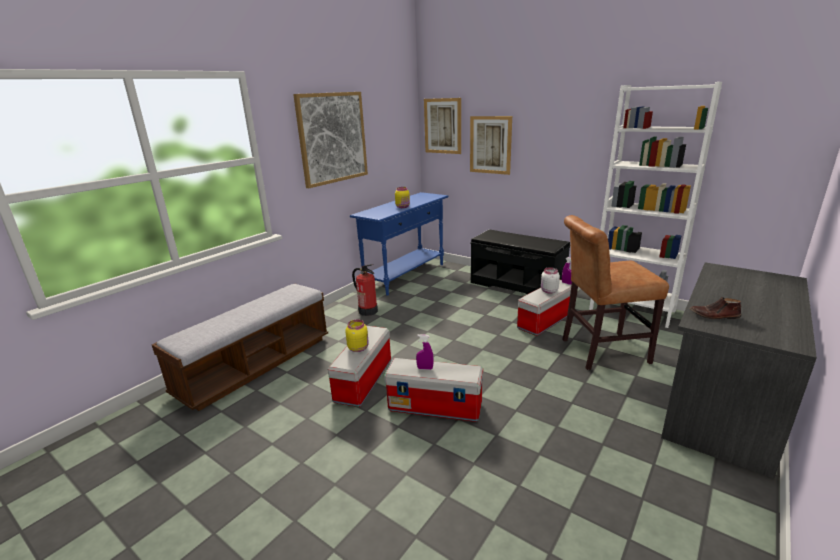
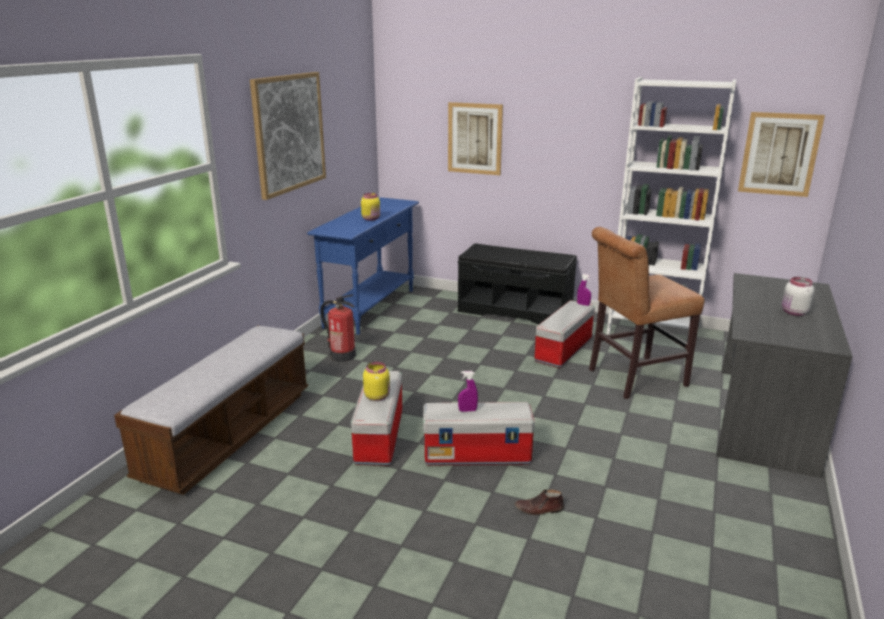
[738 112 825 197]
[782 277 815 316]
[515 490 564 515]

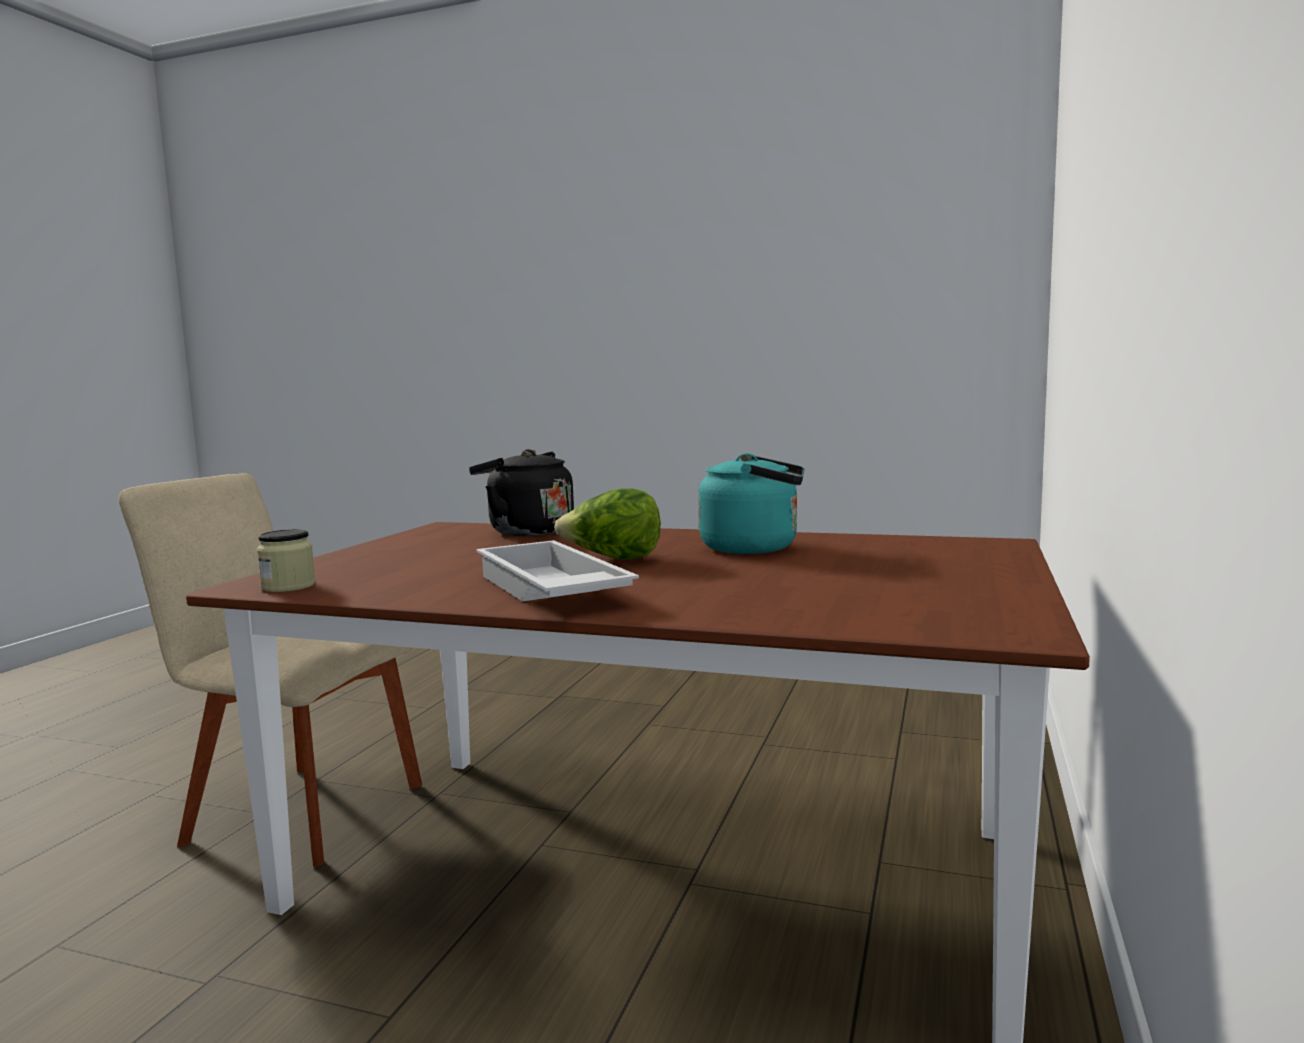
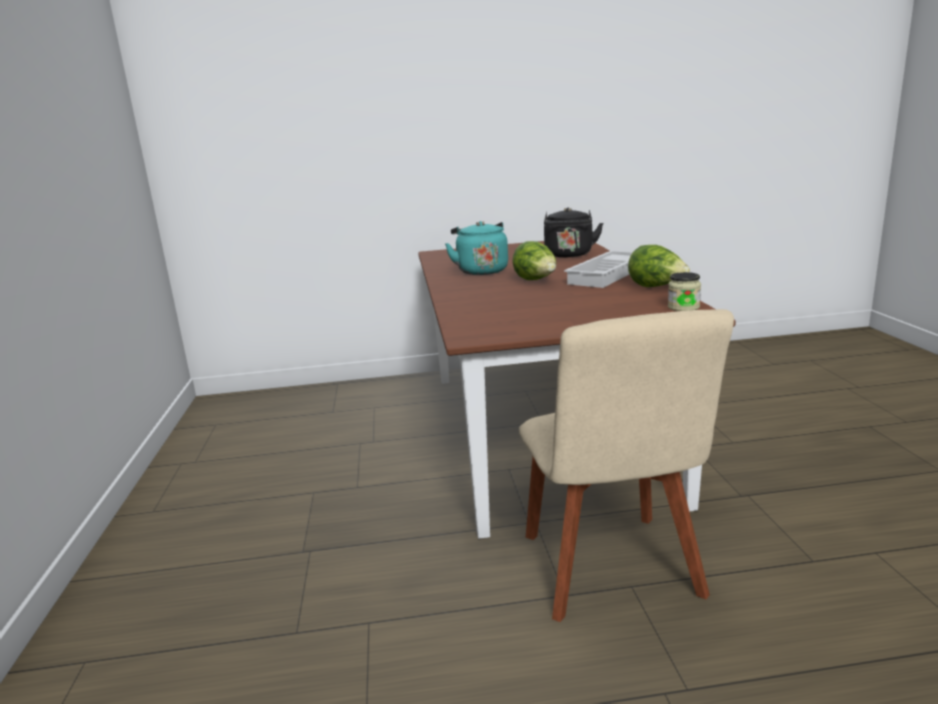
[628 245 690 287]
[544 208 603 257]

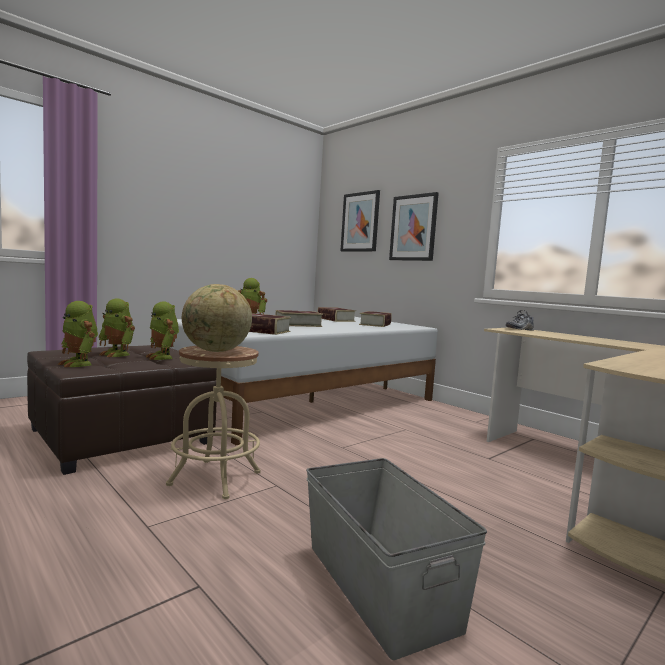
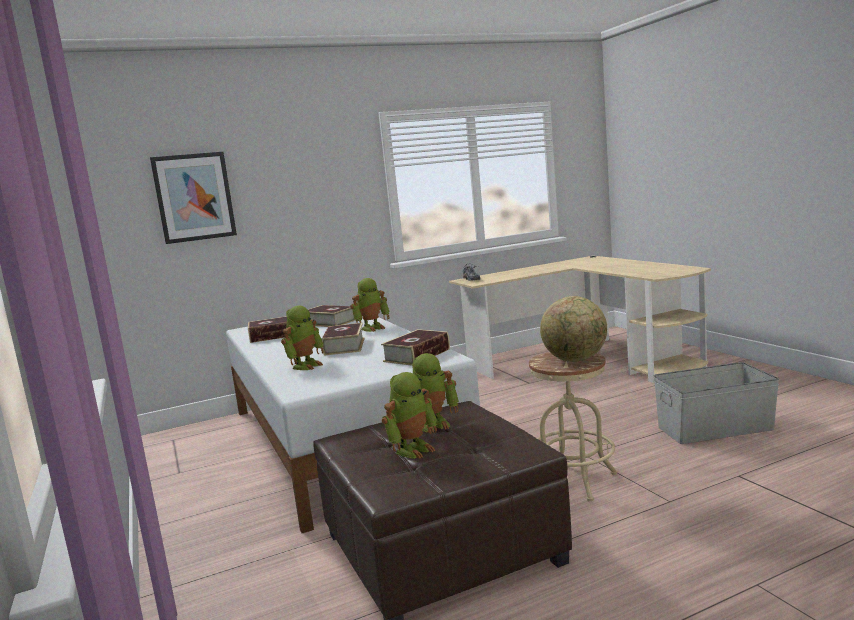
[389 192 439 261] (first image)
[350 278 390 332]

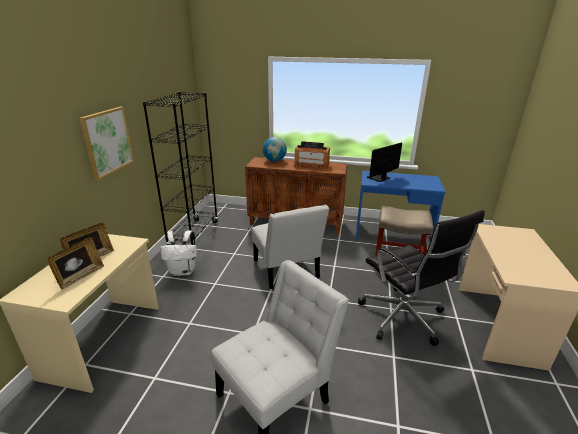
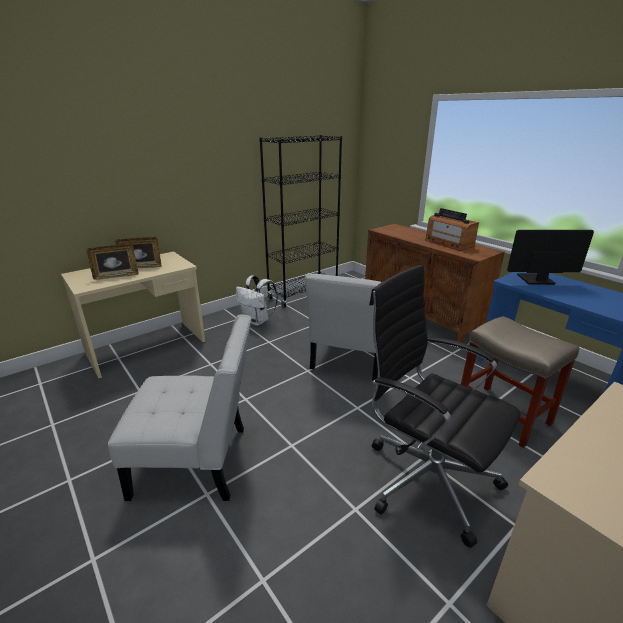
[79 107 134 180] (first image)
[263 137 287 162] (first image)
[369 265 521 548]

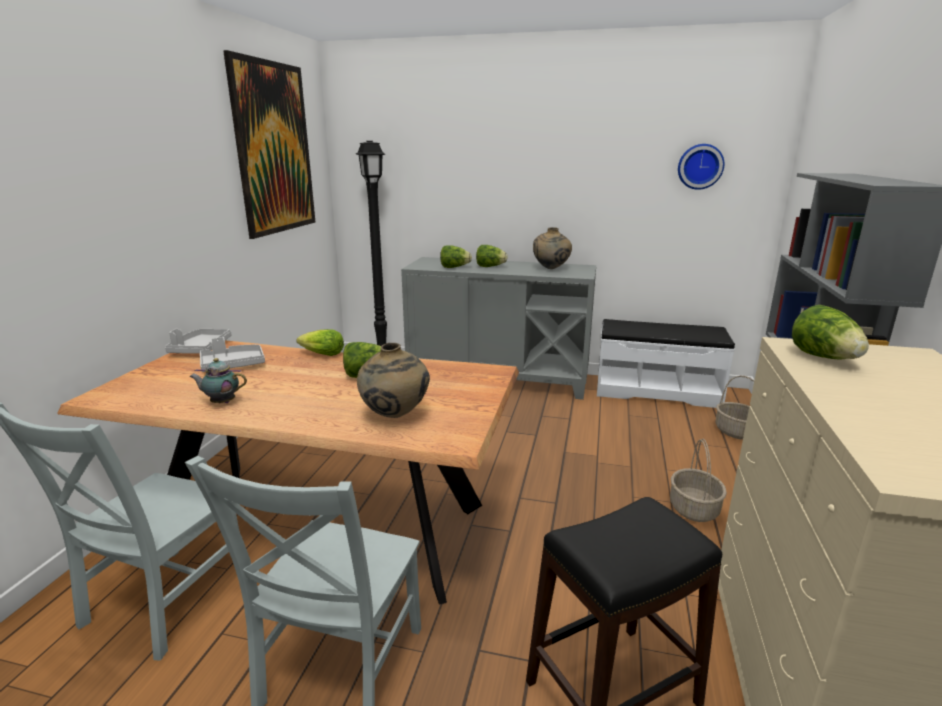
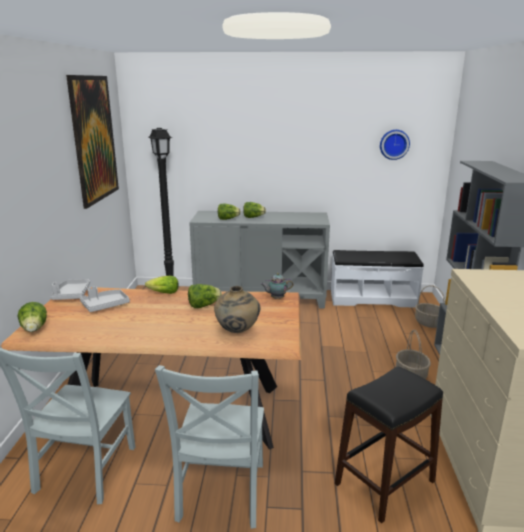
[533 227 572 269] (first image)
[261 273 294 299]
[18 302 47 332]

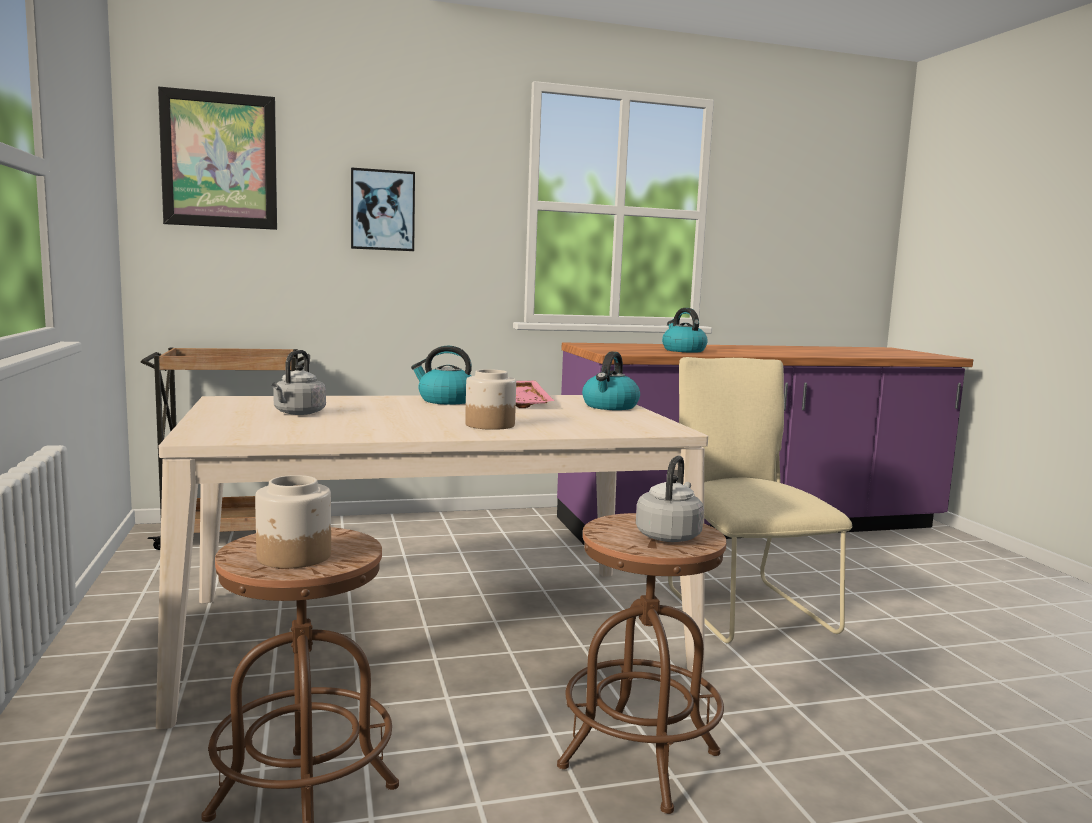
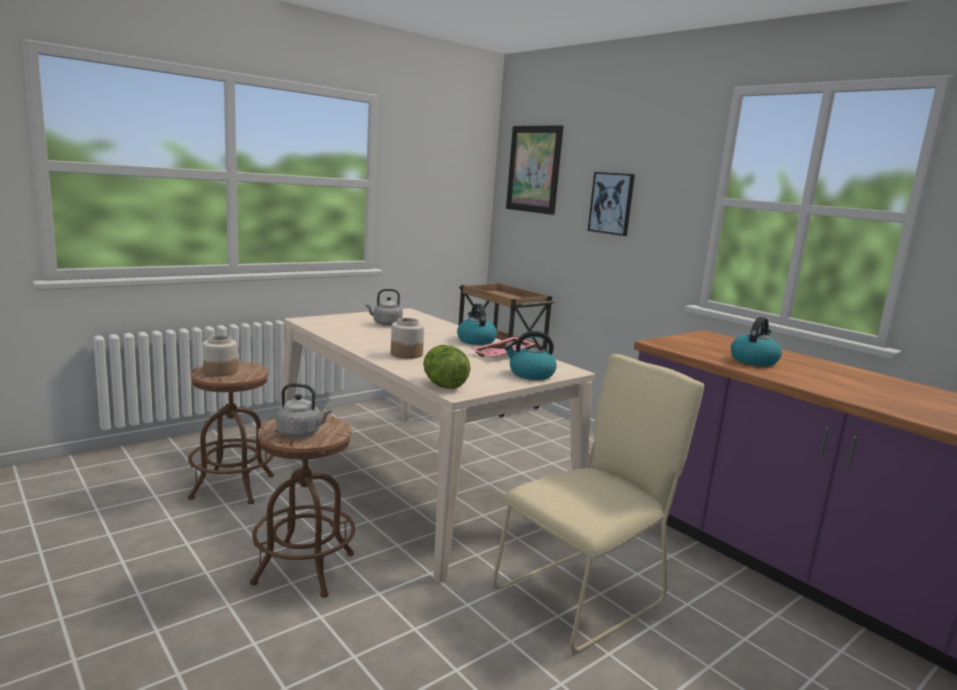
[423 345 470 389]

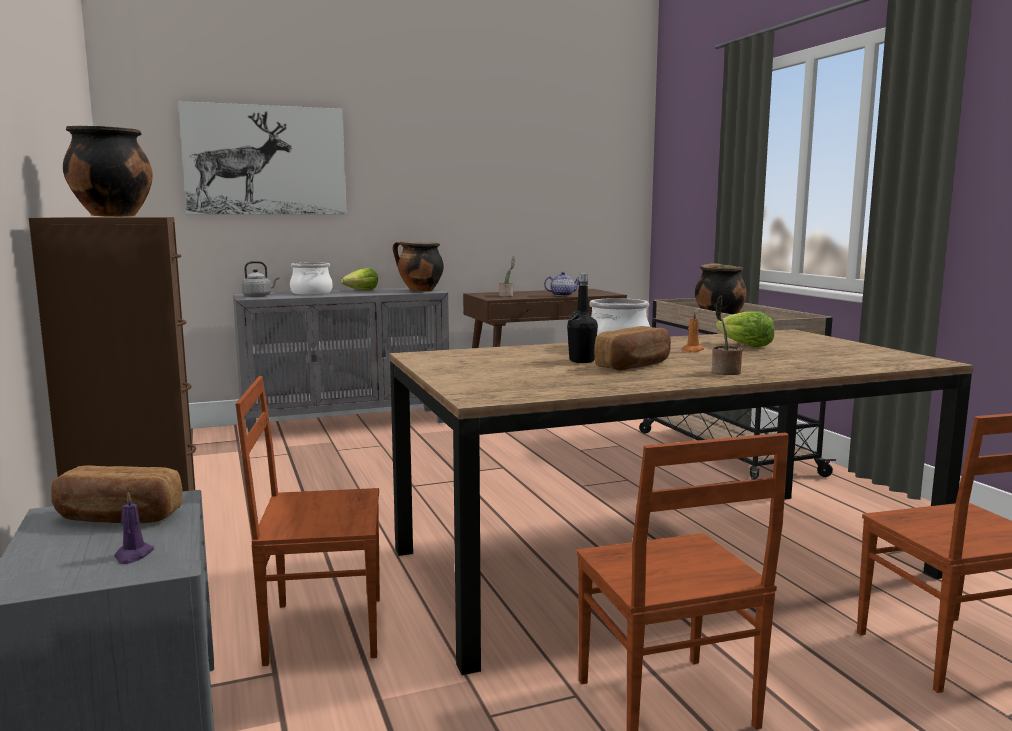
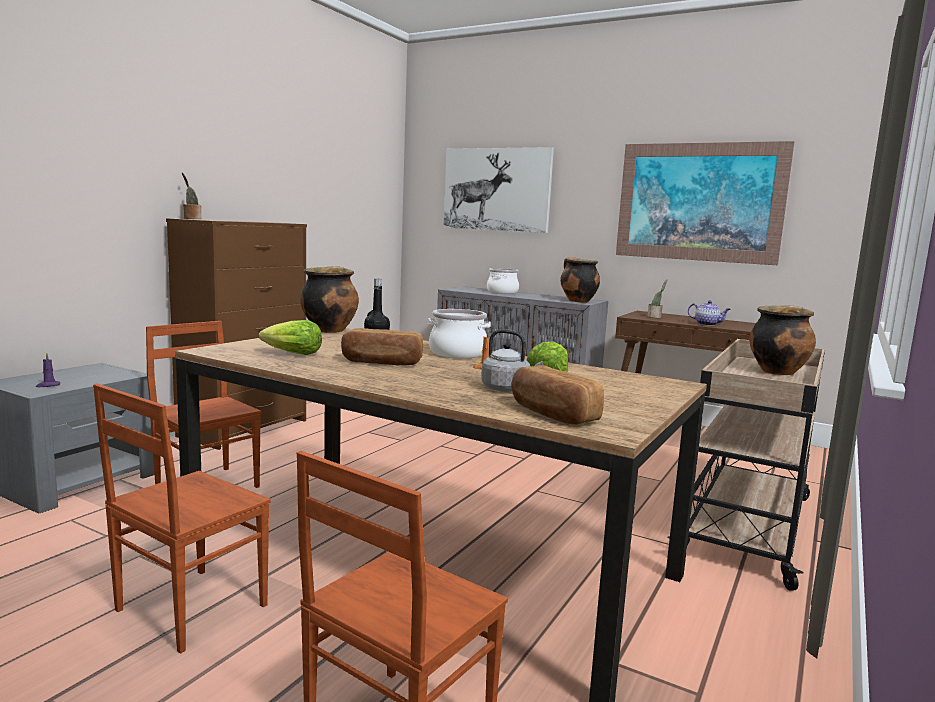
[616 141 794 265]
[511 365 604 425]
[300 266 359 333]
[481 329 543 392]
[259 320 322 355]
[182 173 201 219]

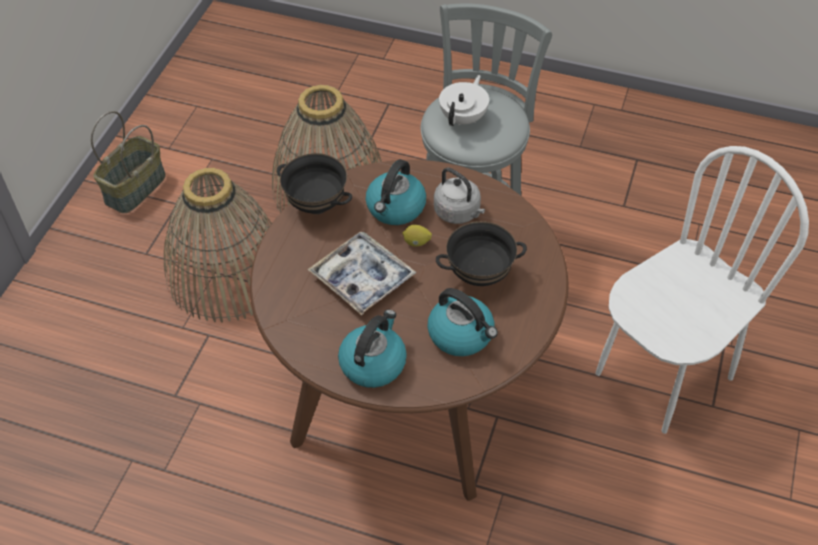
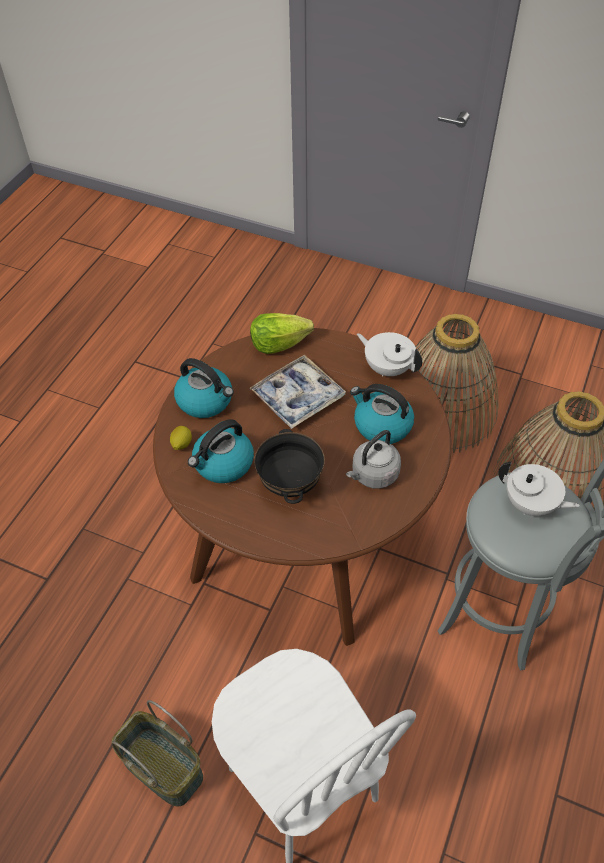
[250 313 314 354]
[111 700 203 807]
[170 426 192 450]
[357 332 422 376]

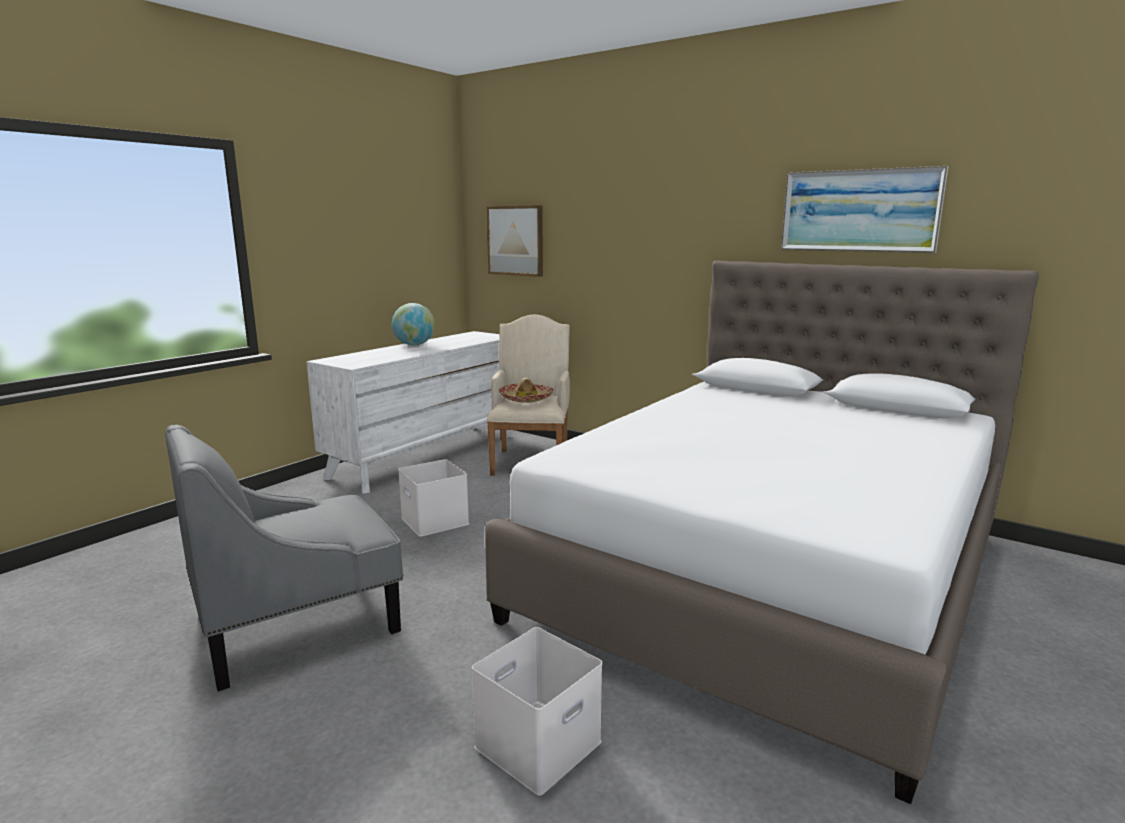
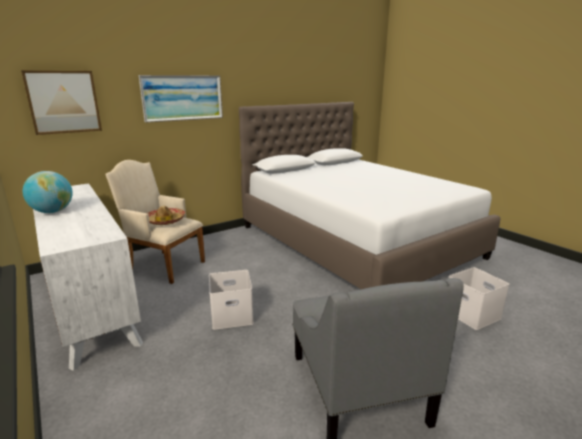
[138 75 223 123]

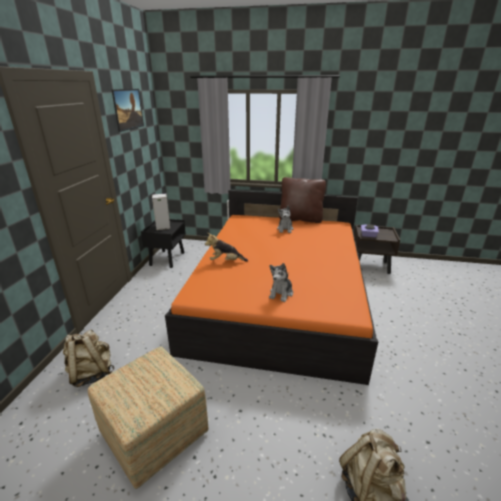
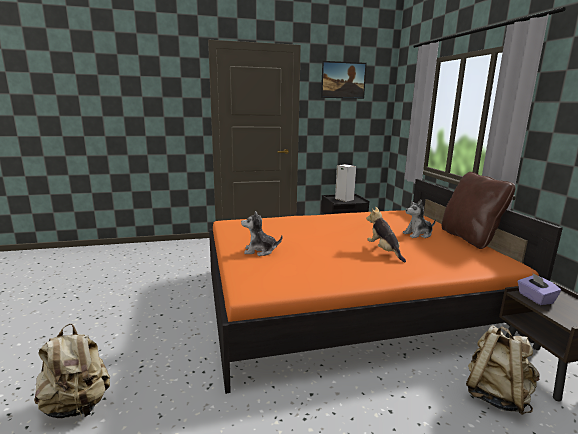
[88 347 209 489] (first image)
[466 325 539 415]
[366 207 406 262]

